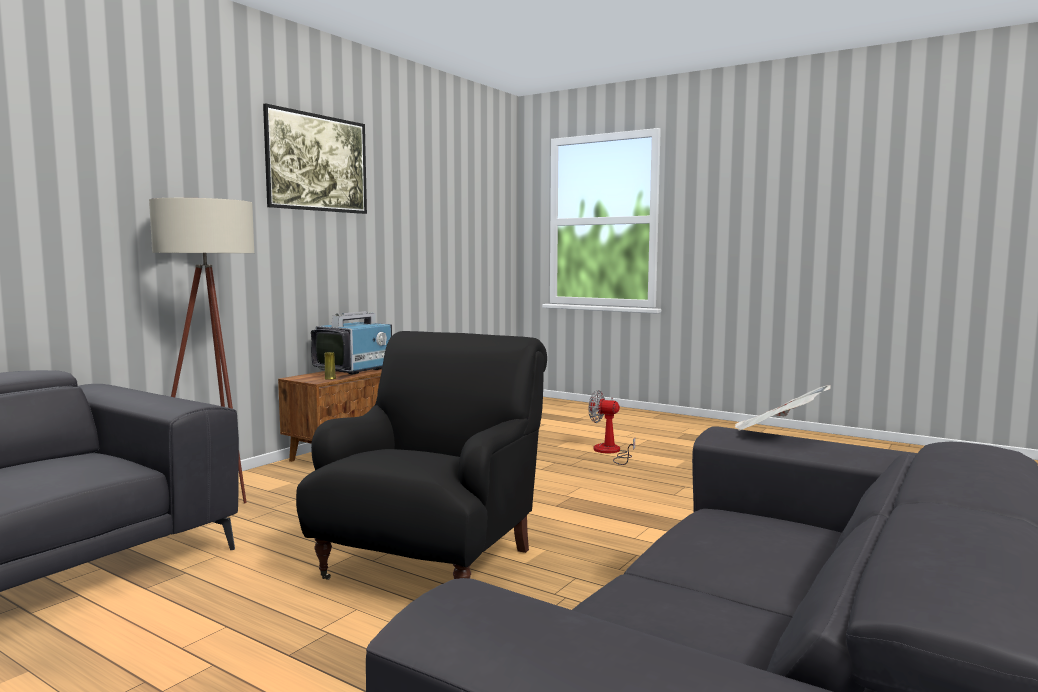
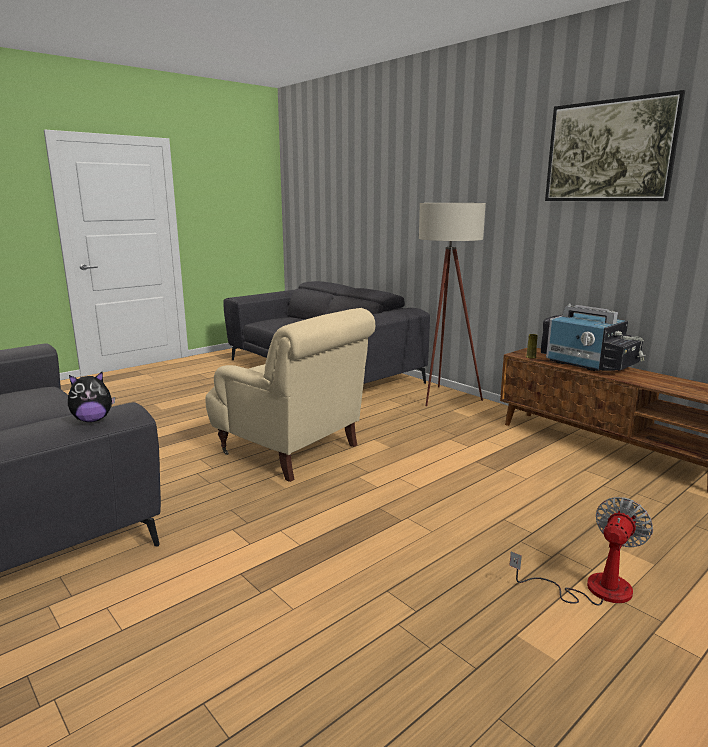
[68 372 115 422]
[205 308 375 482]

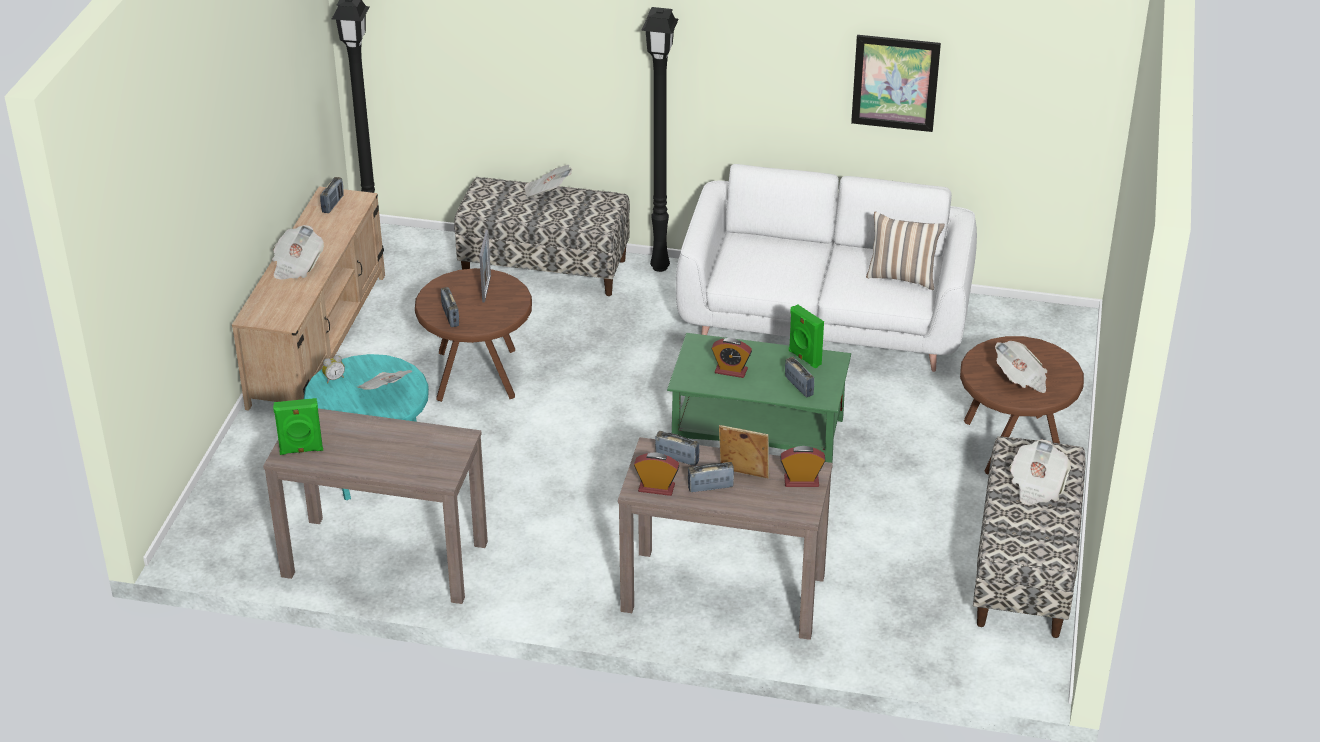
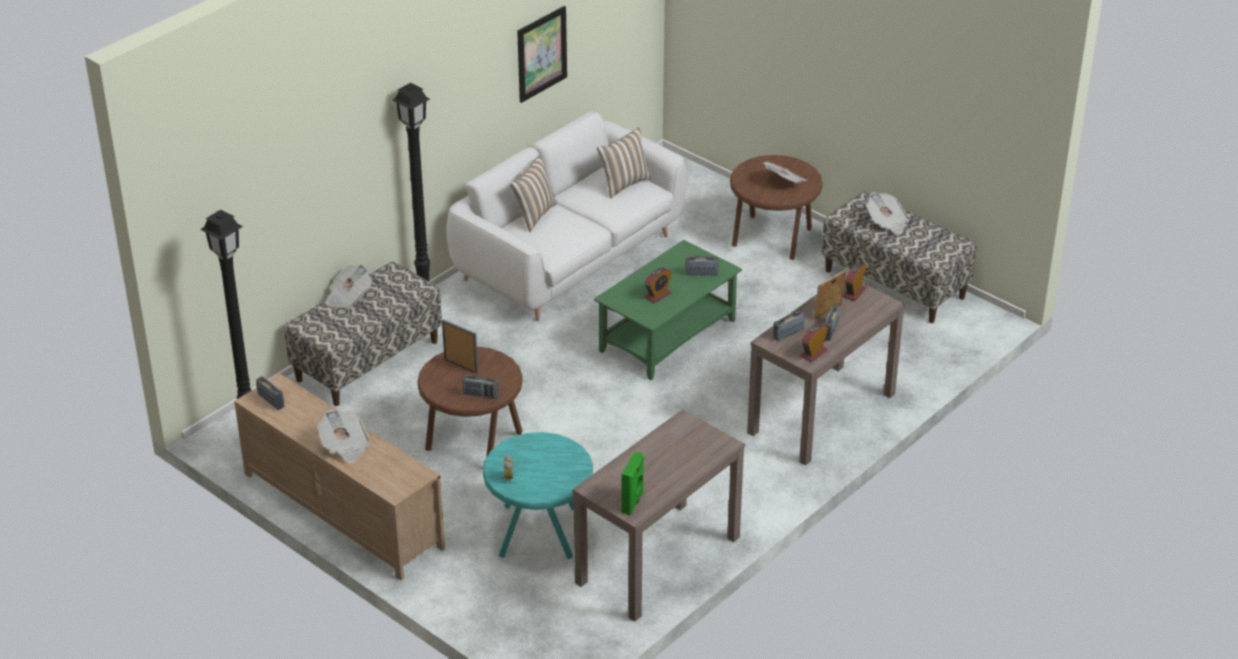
[357 370 413 390] (first image)
[789 304 824 368] (first image)
[510 156 557 232]

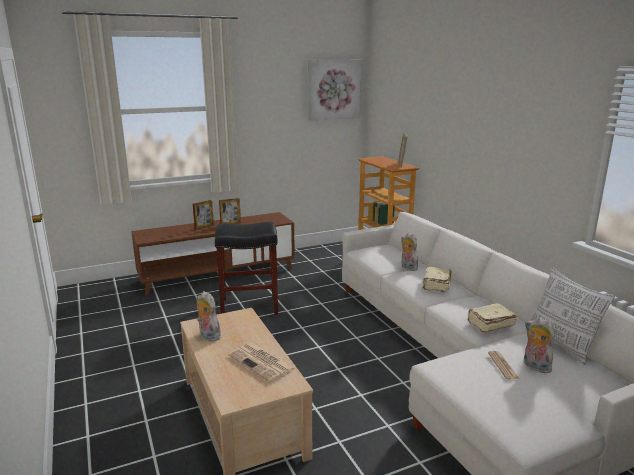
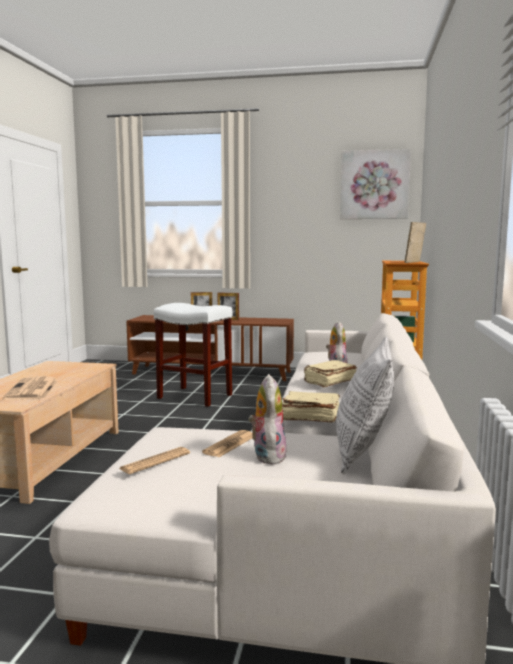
[197 291 221 342] (first image)
[119 447 190 474]
[154 303 233 407]

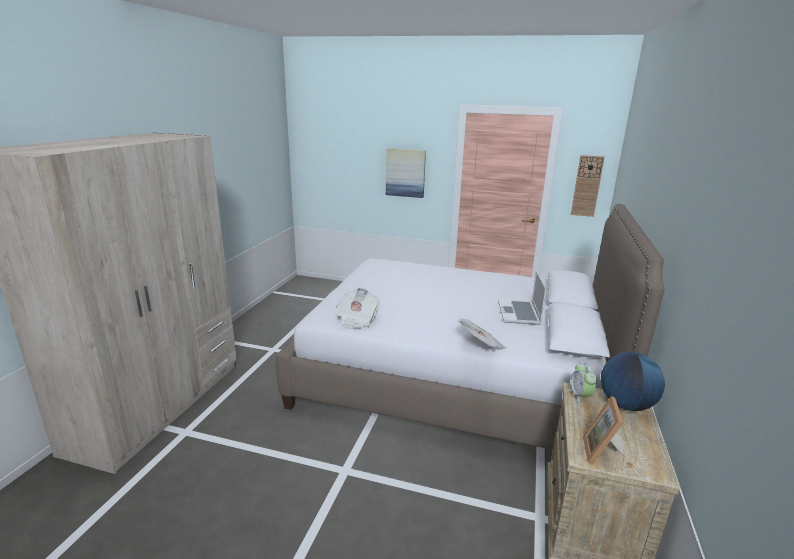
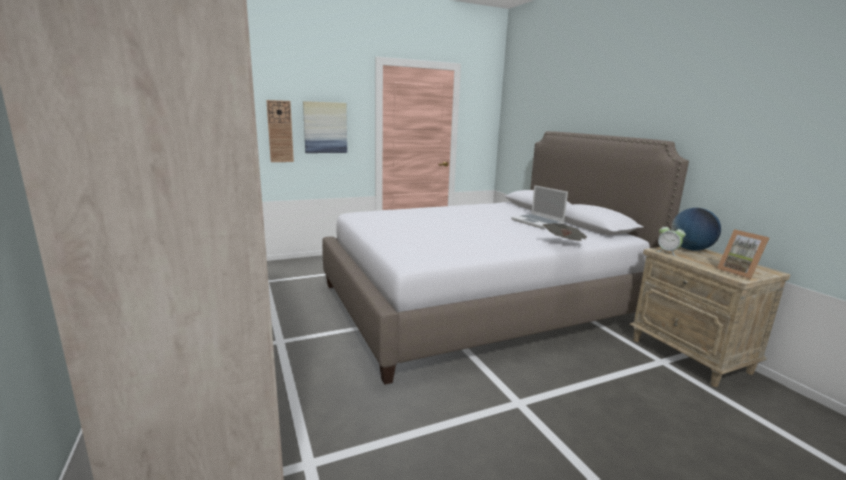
[336 288 380 330] (first image)
[266 100 294 162]

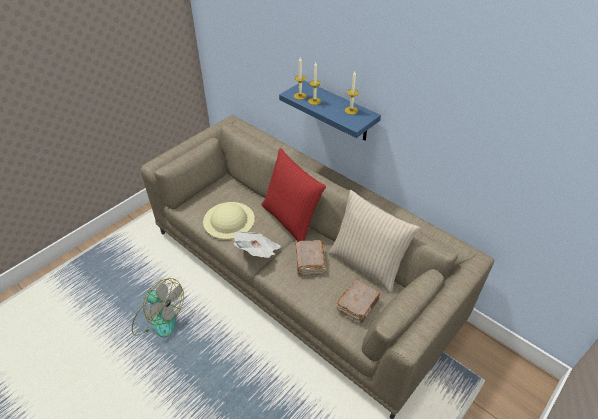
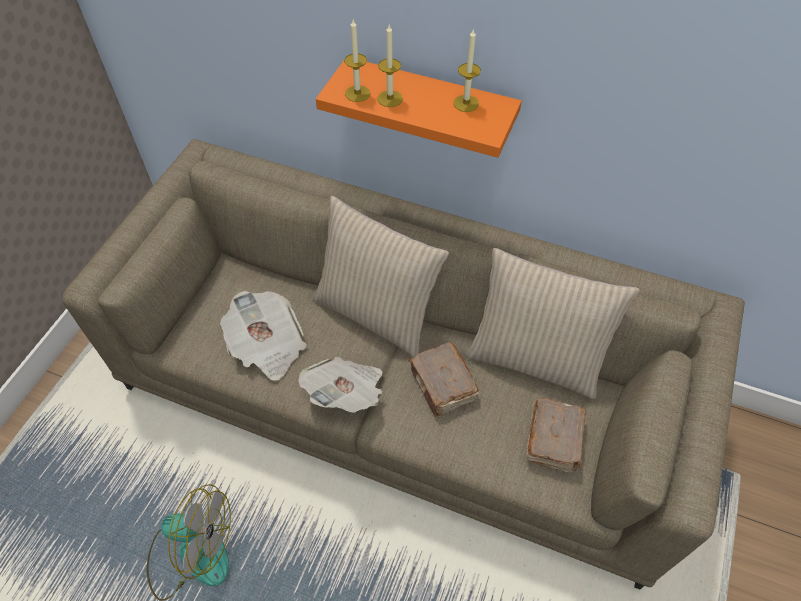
[220 291 307 381]
[313 196 449 357]
[316 59 522 158]

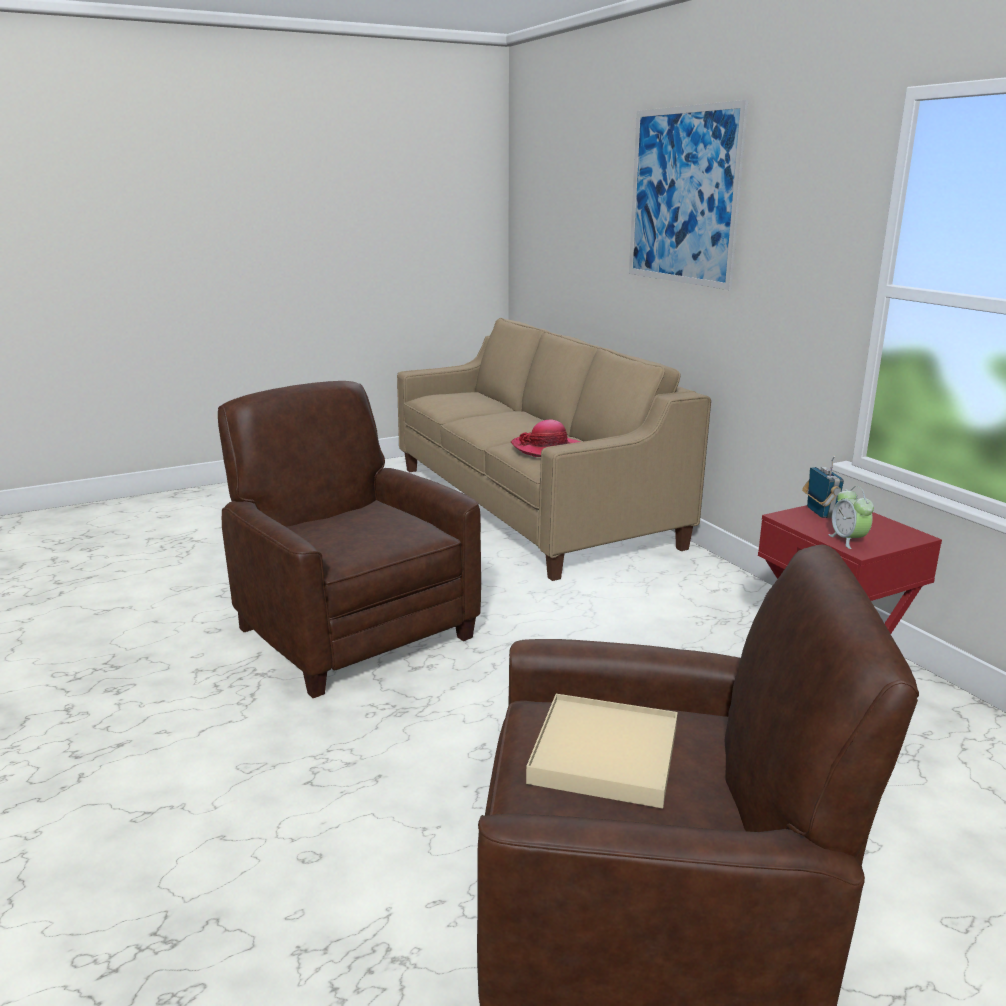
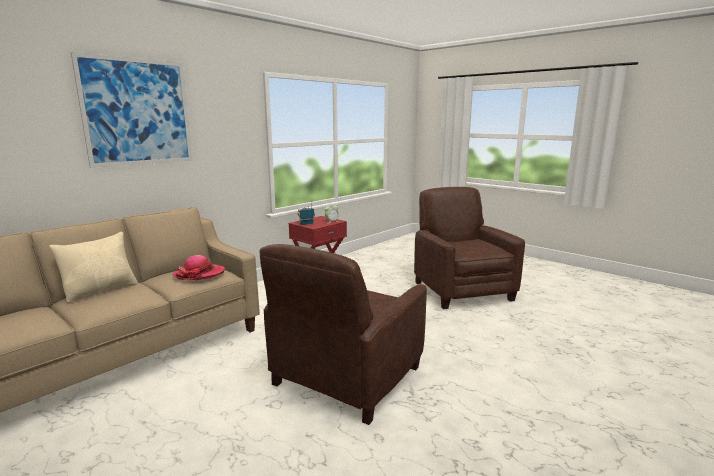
[526 694 678 809] (first image)
[49 232 138 302]

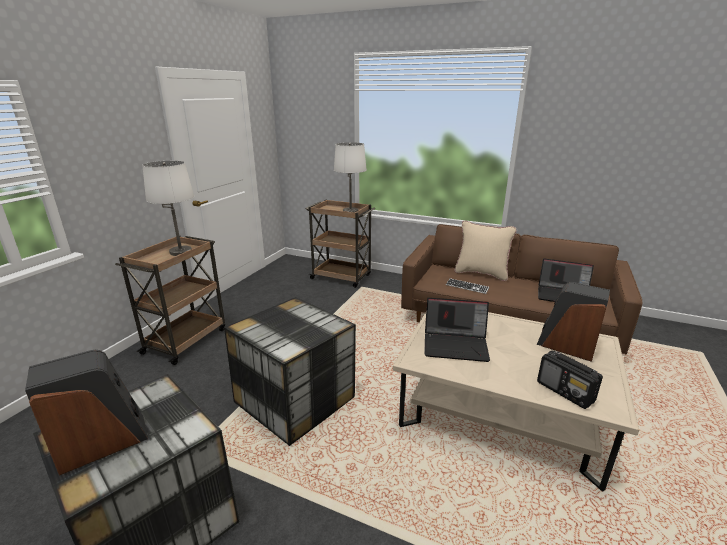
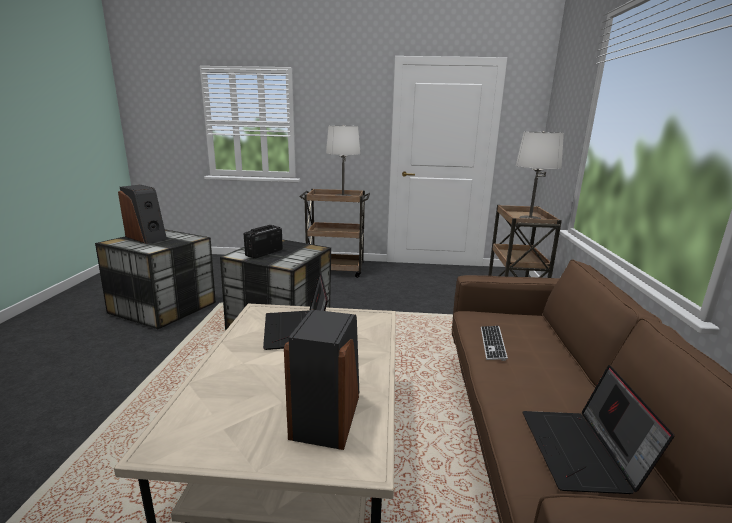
[454 221 517 281] (first image)
[244 225 283 259]

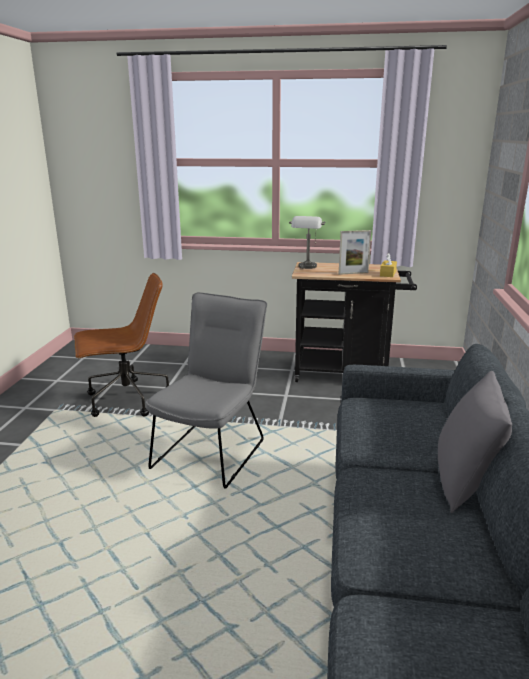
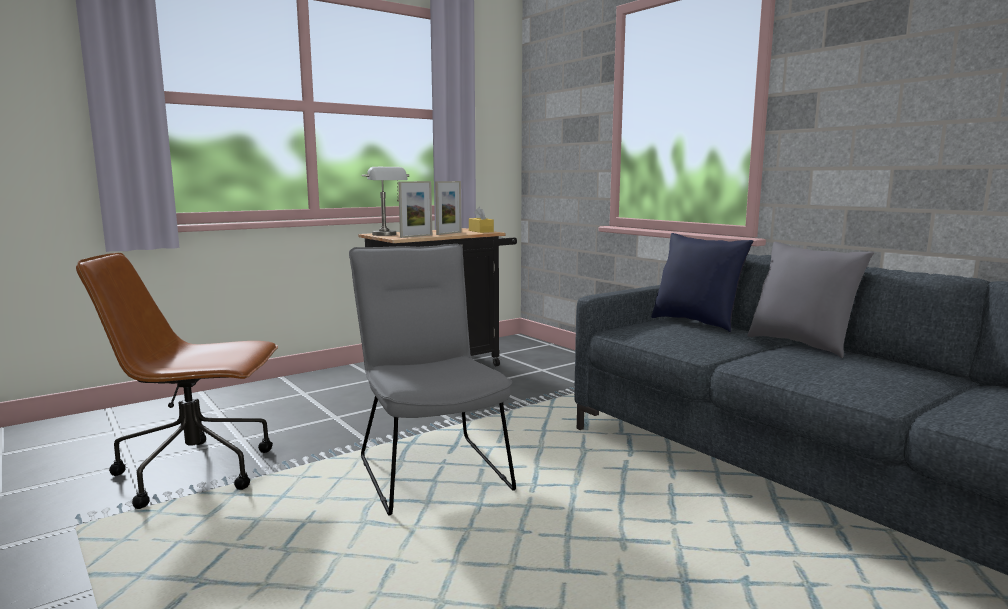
[398 181 432 238]
[651 233 753 332]
[76 253 278 509]

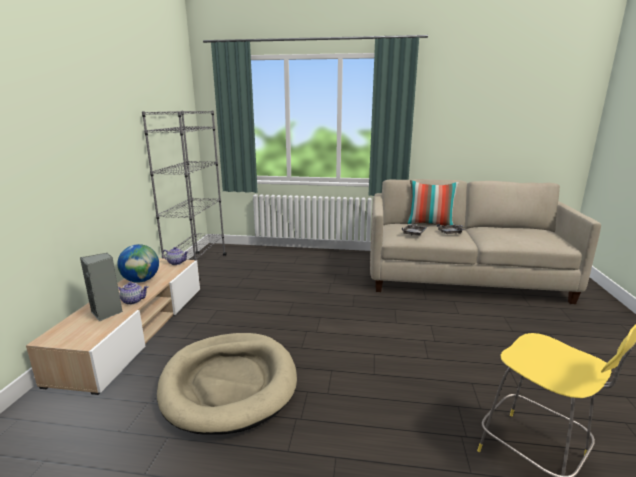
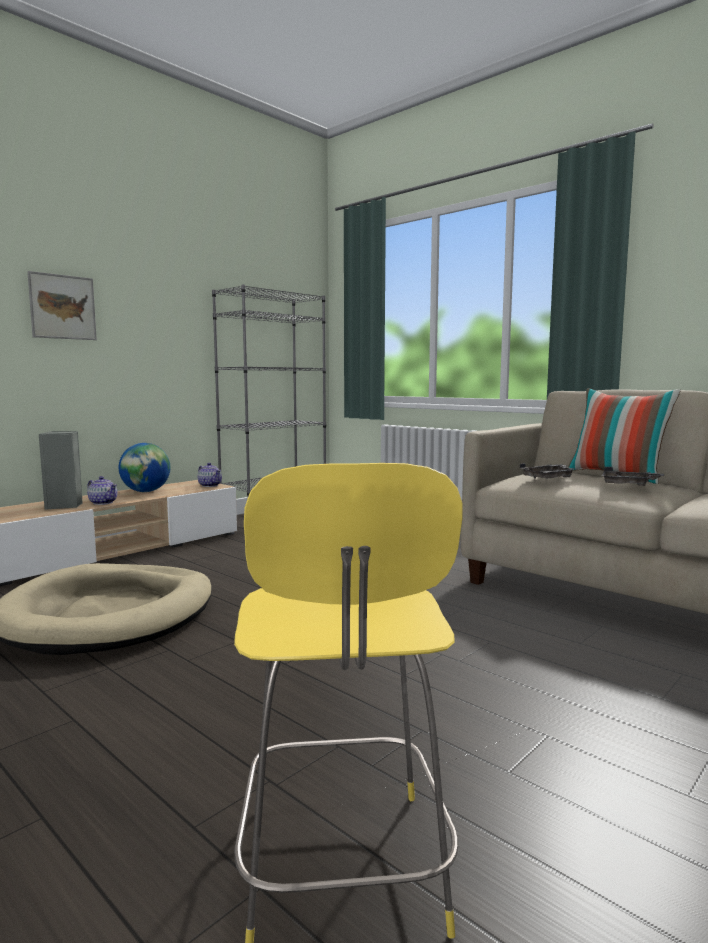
[27 271 97 340]

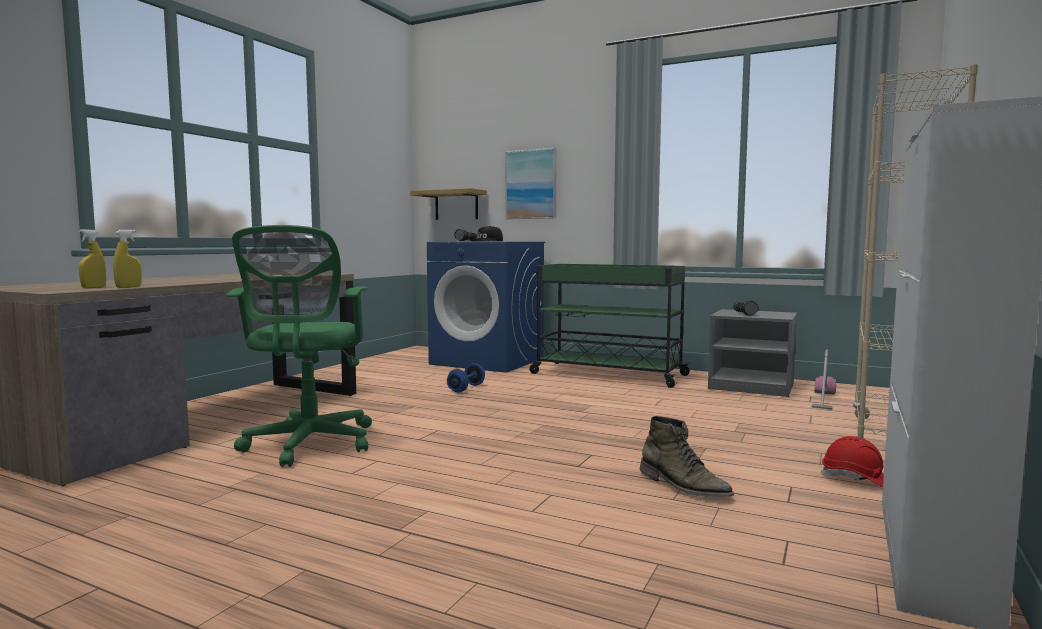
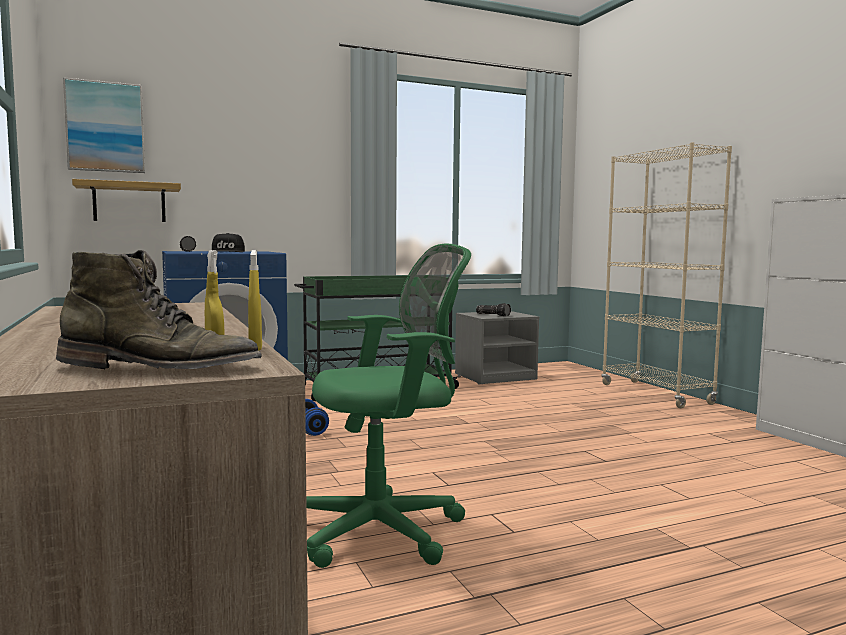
[812 349 836 410] (first image)
[820 436 884 487] (first image)
[63 77 145 173]
[56 250 262 369]
[306 244 471 568]

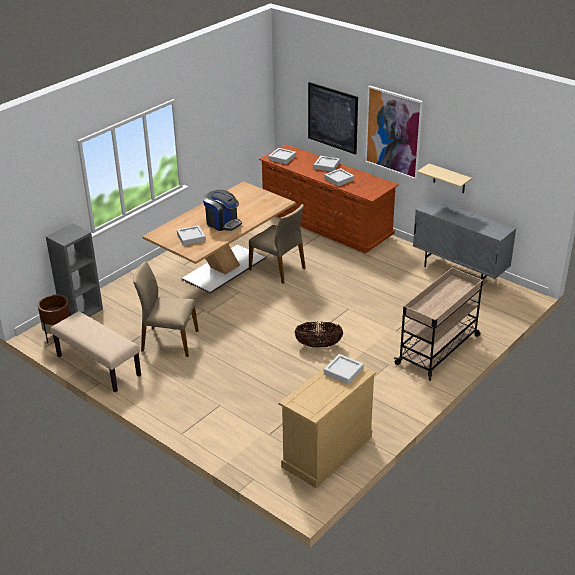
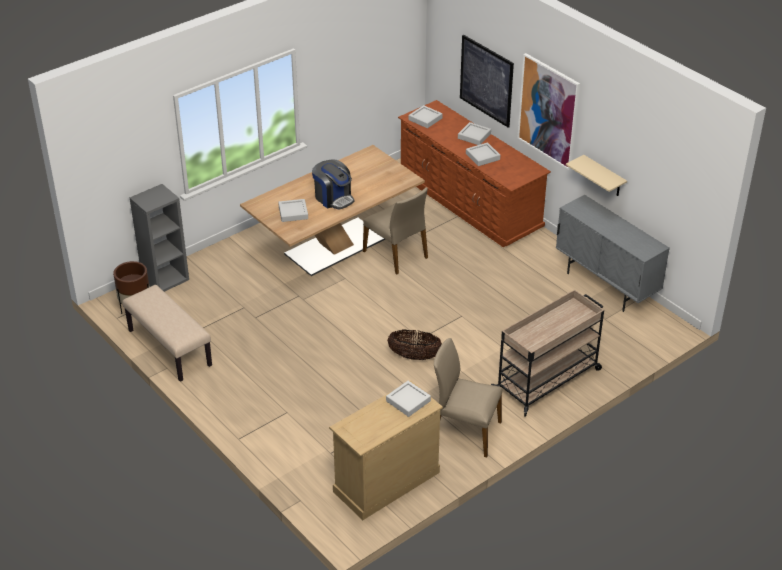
[434 338 502 458]

